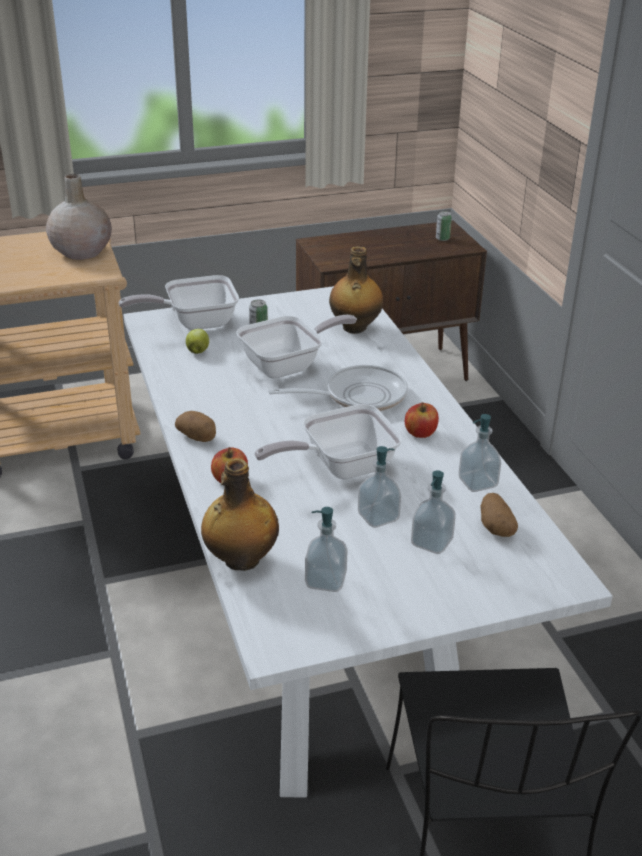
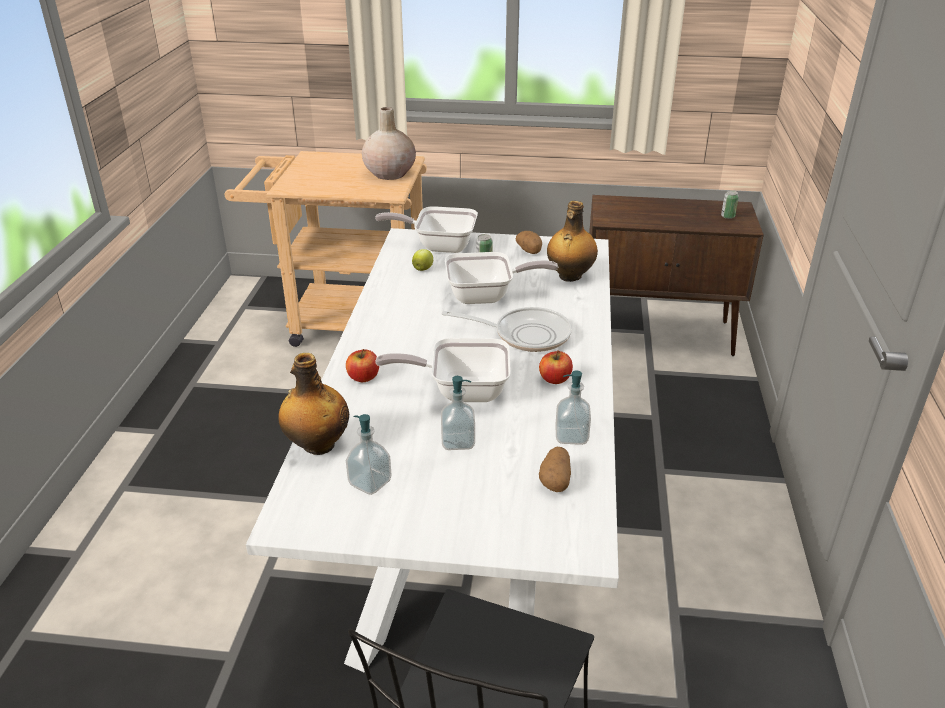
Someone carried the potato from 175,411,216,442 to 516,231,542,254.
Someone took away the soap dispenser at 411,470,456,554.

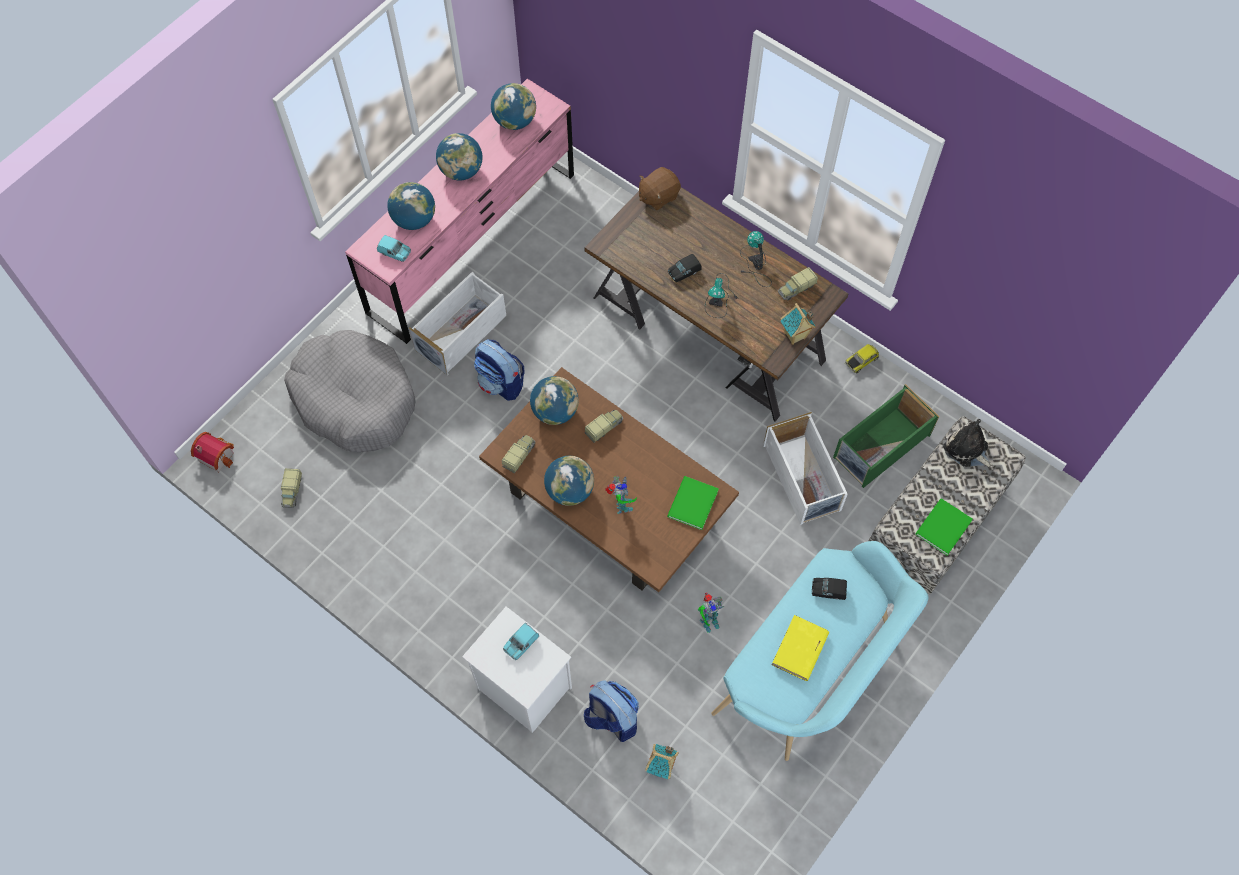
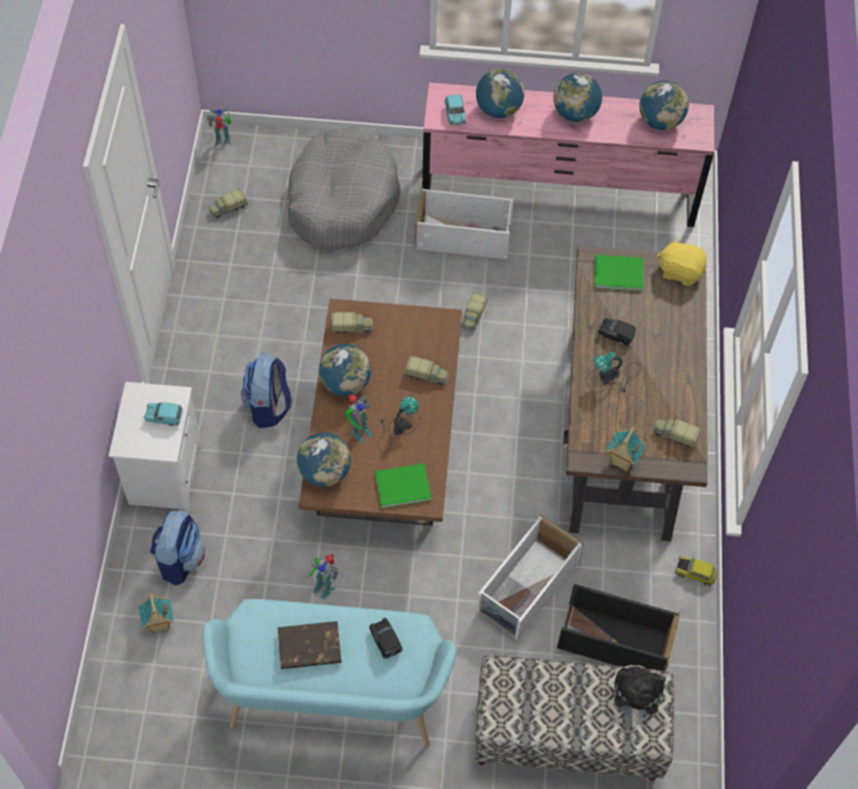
Someone repainted the brown plush toy at 639,167,681,210, which became the yellow plush toy at 657,238,707,286.
Someone carried the table lamp from 739,231,772,287 to 378,396,421,452.
Someone carried the backpack from 474,339,524,401 to 241,353,291,428.
Someone carried the globe from 530,376,579,425 to 297,432,351,487.
Someone repainted the green storage box at 833,384,939,488, which became the black storage box at 557,584,681,671.
Someone swapped the toy house at 191,432,234,472 for the toy robot at 208,109,232,145.
Someone carried the green book from 916,498,973,556 to 594,255,643,291.
Someone repainted the yellow book at 772,615,829,681, which became the brown book at 278,621,342,669.
Someone put down the toy truck at 461,292,488,331.

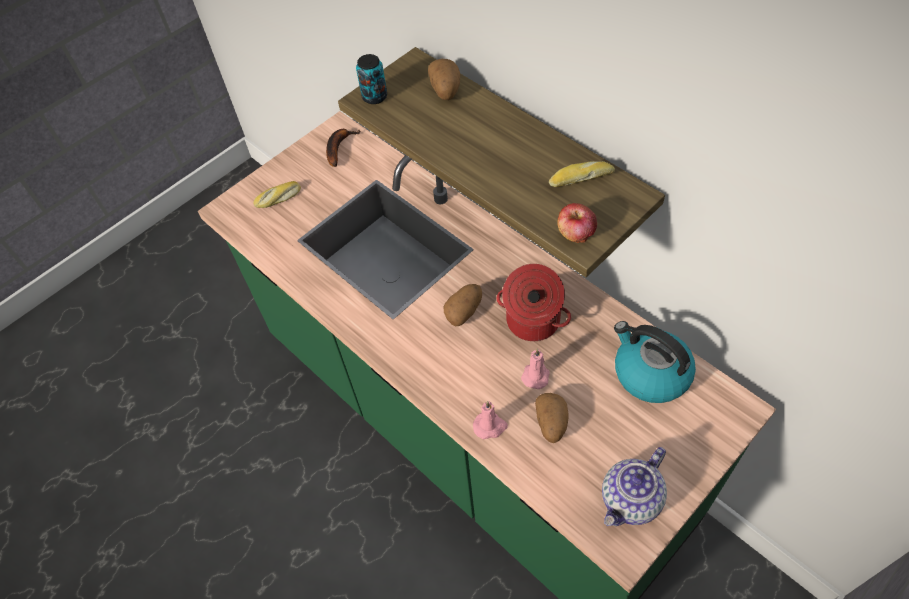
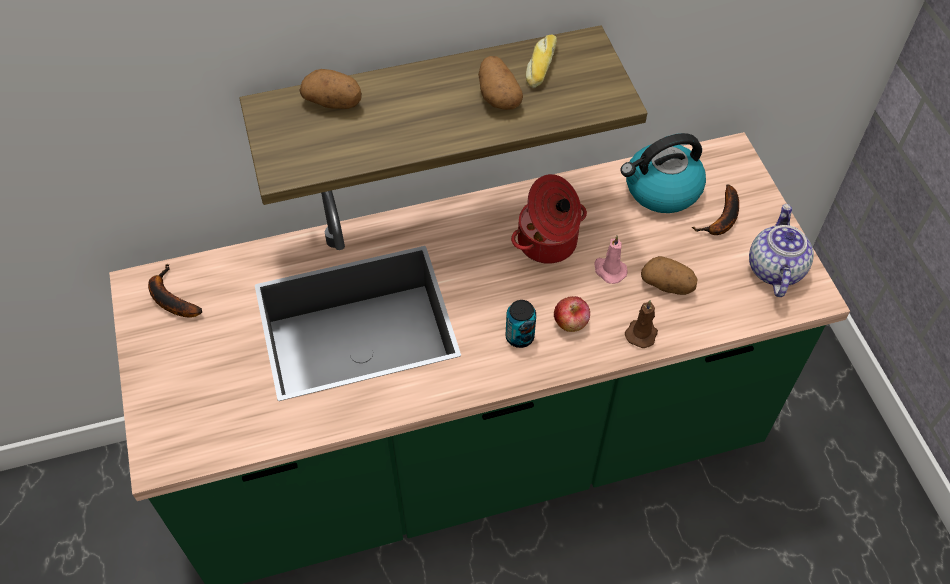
Someone carried the can from 356,54,387,104 to 506,300,536,348.
Someone took away the bread at 253,181,301,208.
Someone carried the apple from 557,203,597,243 to 554,296,590,332.
Someone carried the potato from 444,284,482,326 to 478,56,523,110.
Someone repainted the pink candle at 473,401,508,439, which became the brown candle at 625,300,658,348.
Someone rotated the teapot at 602,447,667,526 by 150 degrees counterclockwise.
Someone put down the banana at 692,184,739,235.

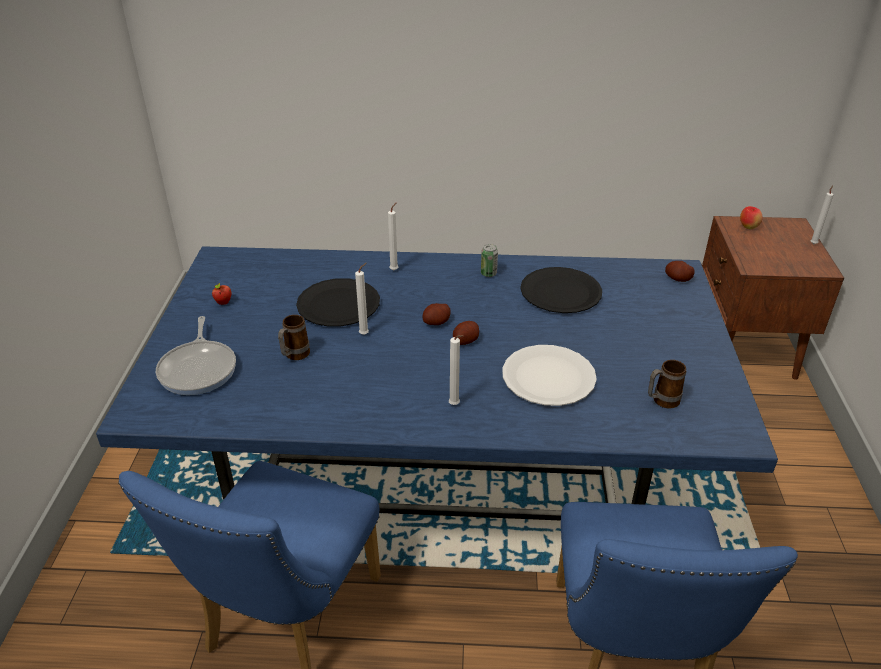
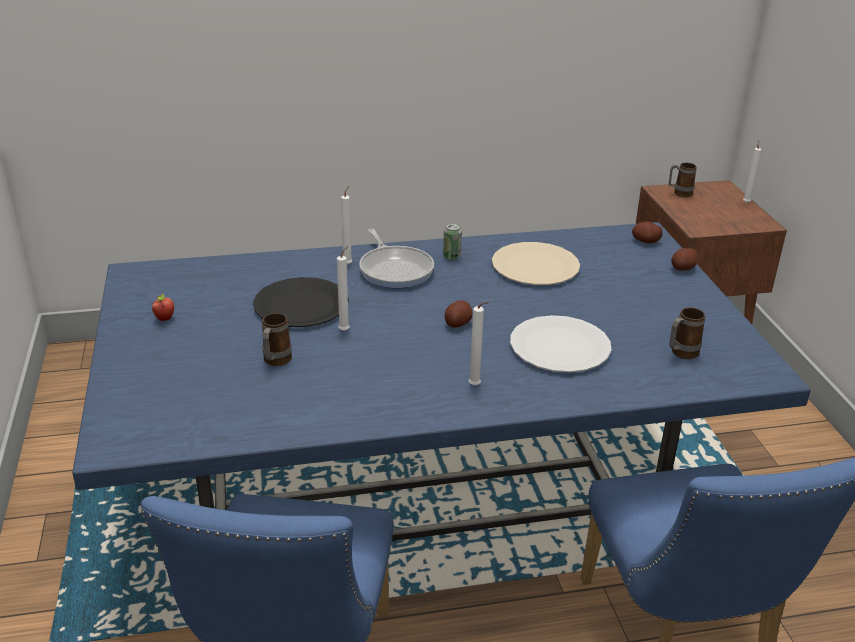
Someone swapped the apple at 740,206,762,229 for the mug at 669,163,697,197.
Someone repainted the black plate at 520,267,602,313, which became the beige plate at 492,242,580,285.
Someone carried the potato from 423,303,451,325 to 671,248,698,270.
Someone carried the frying pan from 156,316,236,395 to 359,229,434,288.

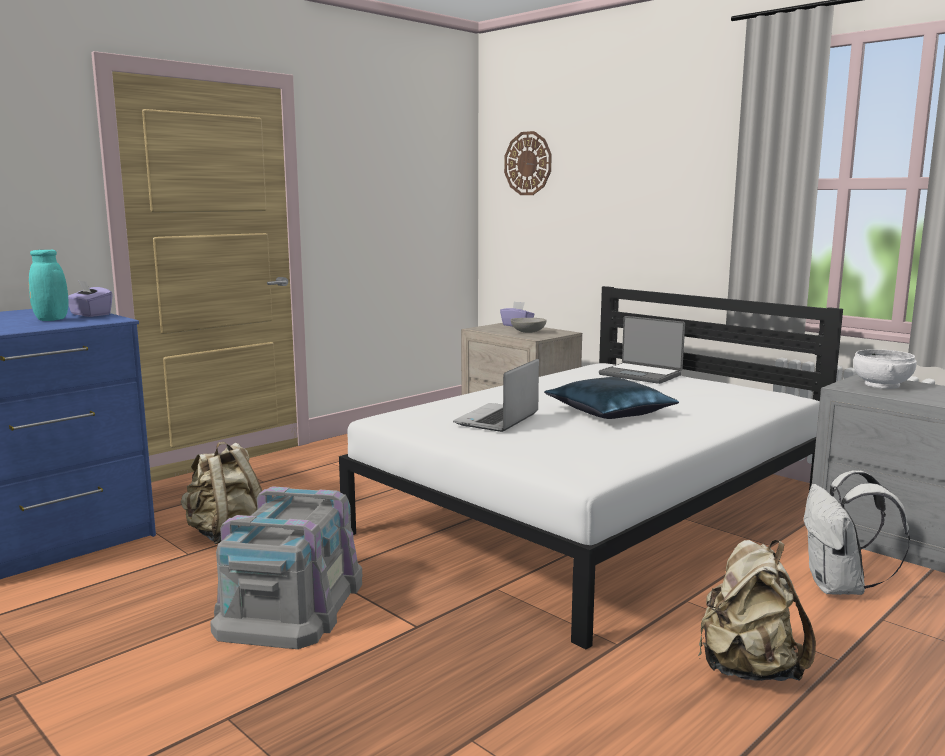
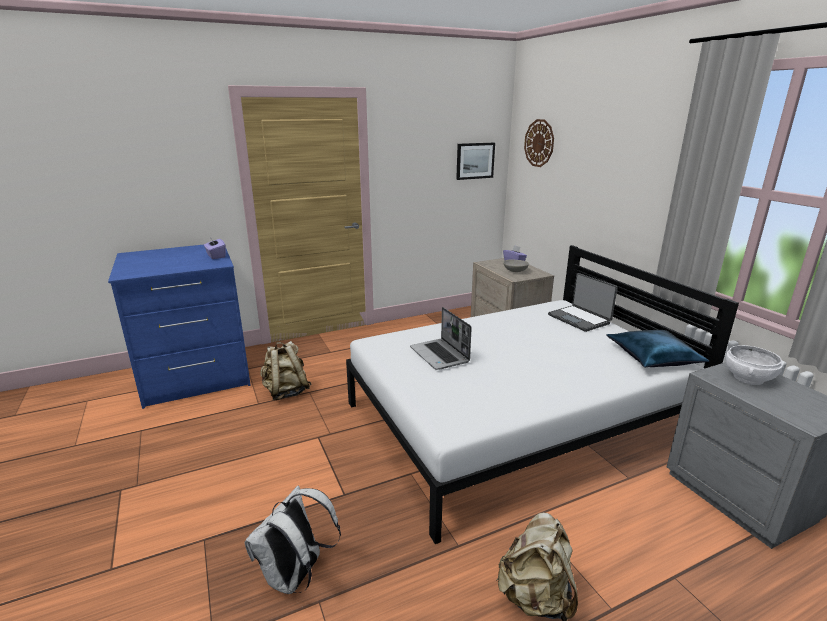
Someone took away the turquoise vase at 29,250,69,321.
Someone rotated the laptop at 453,359,539,432 by 75 degrees counterclockwise.
Someone carried the blue pillow from 544,377,679,419 to 607,330,709,367.
Someone carried the white backpack from 803,470,910,595 to 245,486,341,594.
Someone took away the grey storage box at 210,486,363,649.
Someone put up the picture at 456,143,495,180.

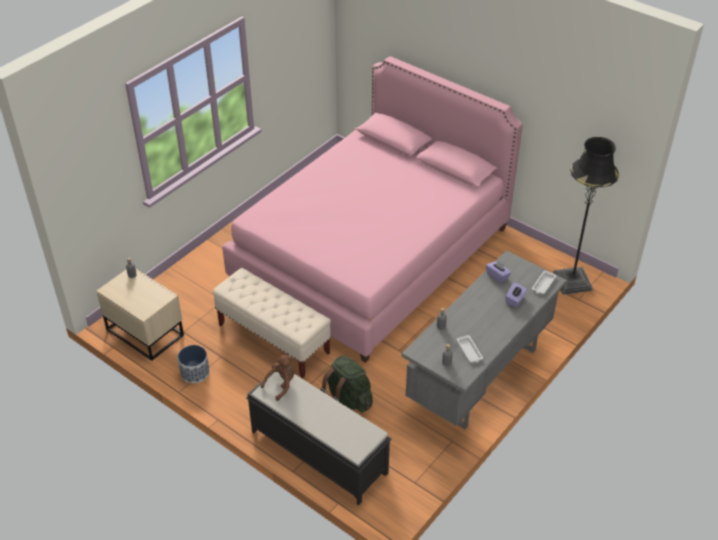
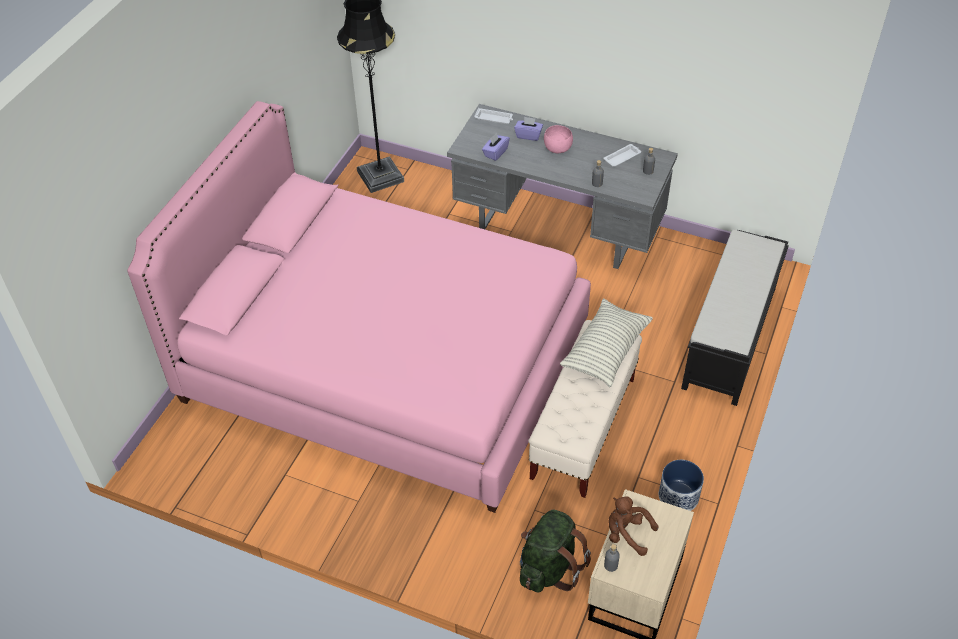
Someone carried the brown plush toy from 261,355,294,401 to 608,496,659,556.
Someone carried the green backpack from 320,356,373,413 to 520,509,591,592.
Someone put down the pink bowl at 544,125,573,153.
Someone put down the pillow at 560,299,653,387.

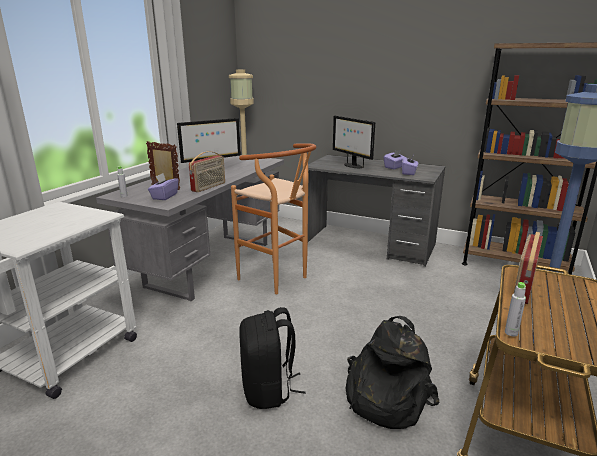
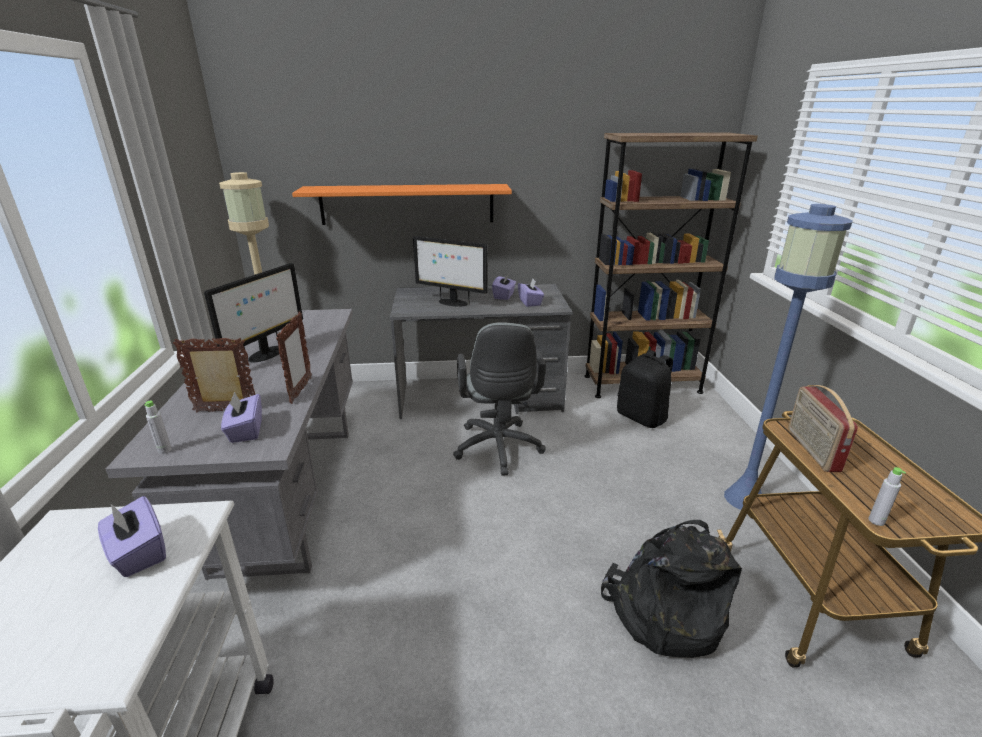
Someone took away the brown stool at 231,143,316,294.
Someone swapped the radio at 189,151,225,192 for the picture frame at 276,311,312,404.
Someone carried the black backpack from 239,307,305,409 to 617,350,673,428.
Someone put up the orange shelf at 292,184,512,225.
Someone put down the grey office chair at 453,322,546,476.
Someone put down the purple tissue box at 98,496,166,577.

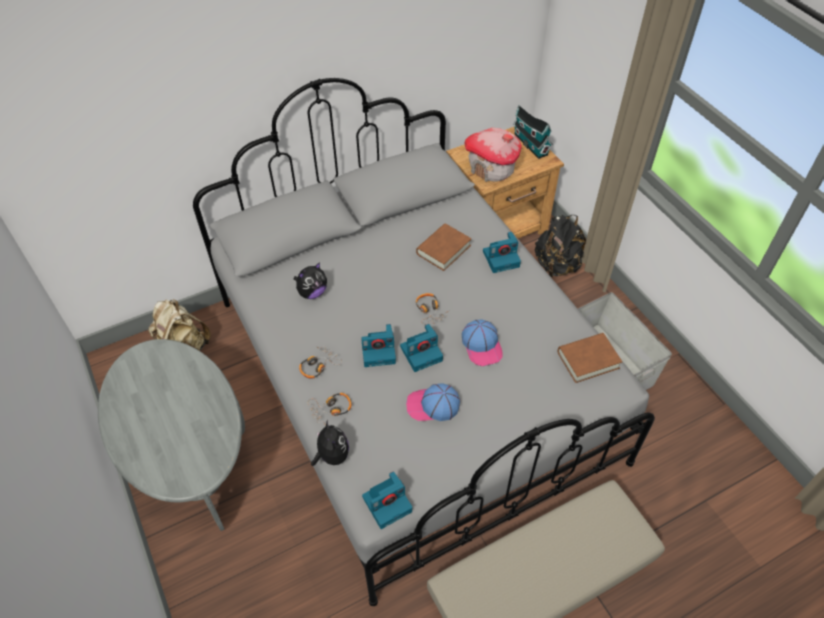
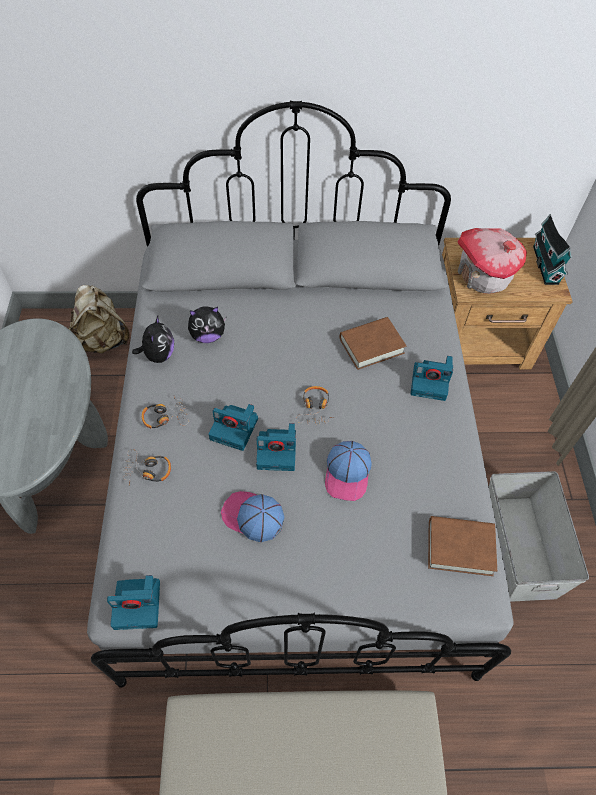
Someone took away the black backpack at 535,215,586,277.
Someone carried the plush toy from 311,419,349,466 to 132,316,174,363.

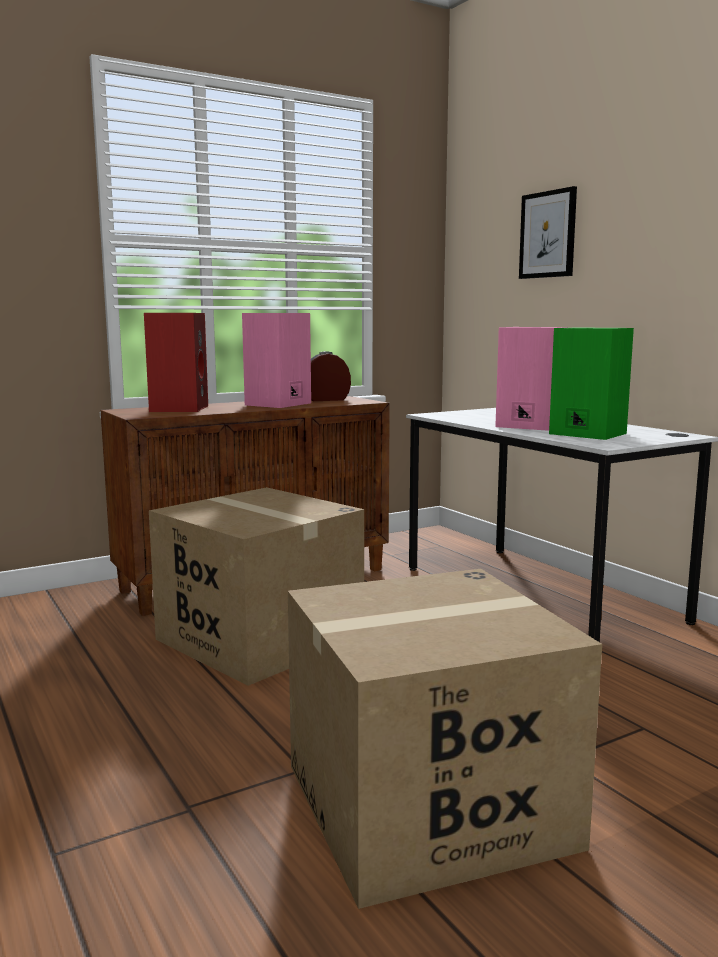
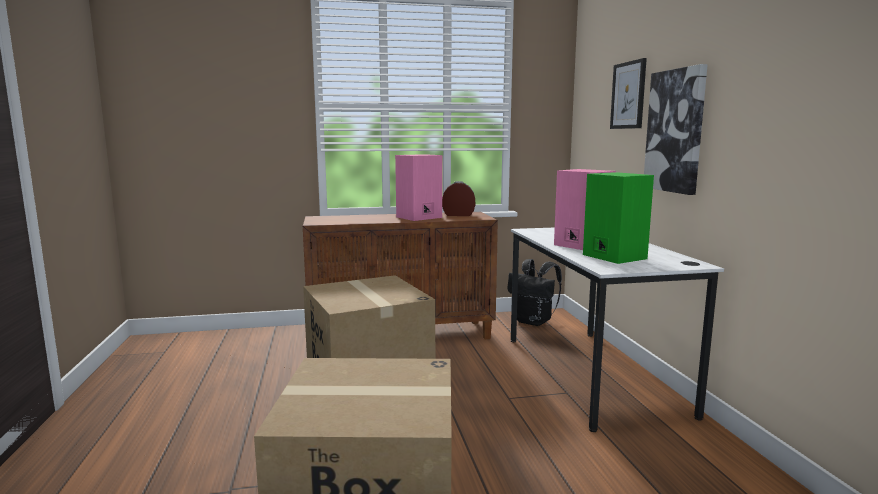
Someone took away the red speaker at 144,313,208,412.
Someone put up the picture at 644,64,708,195.
Someone put down the black backpack at 507,259,562,326.

